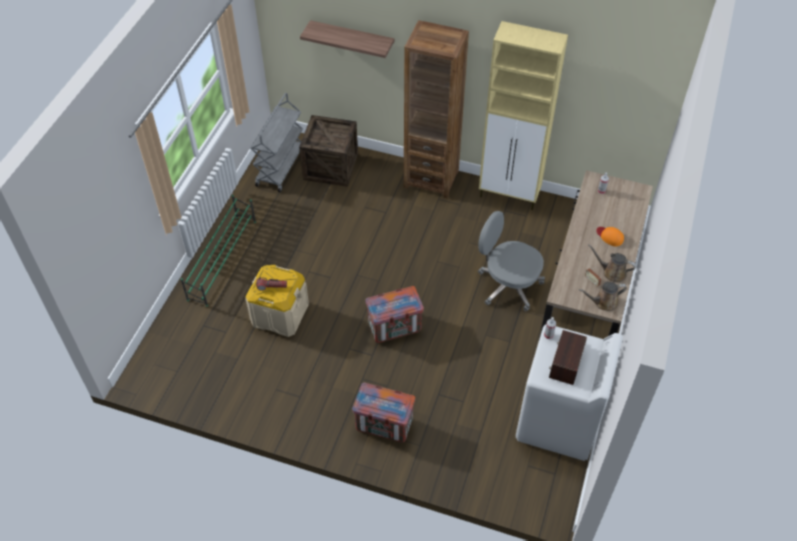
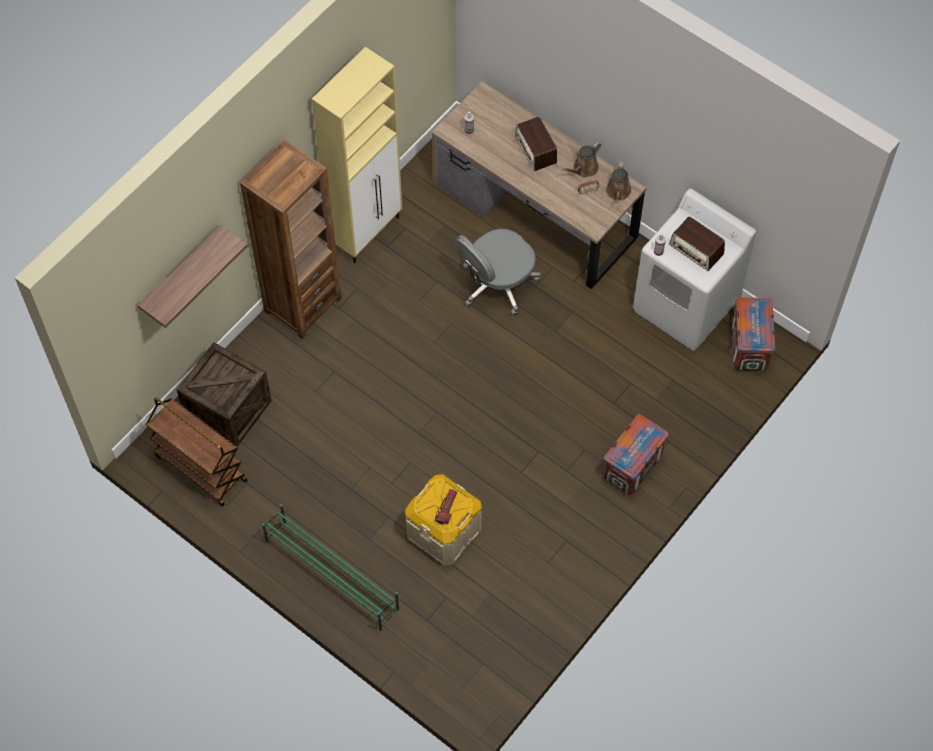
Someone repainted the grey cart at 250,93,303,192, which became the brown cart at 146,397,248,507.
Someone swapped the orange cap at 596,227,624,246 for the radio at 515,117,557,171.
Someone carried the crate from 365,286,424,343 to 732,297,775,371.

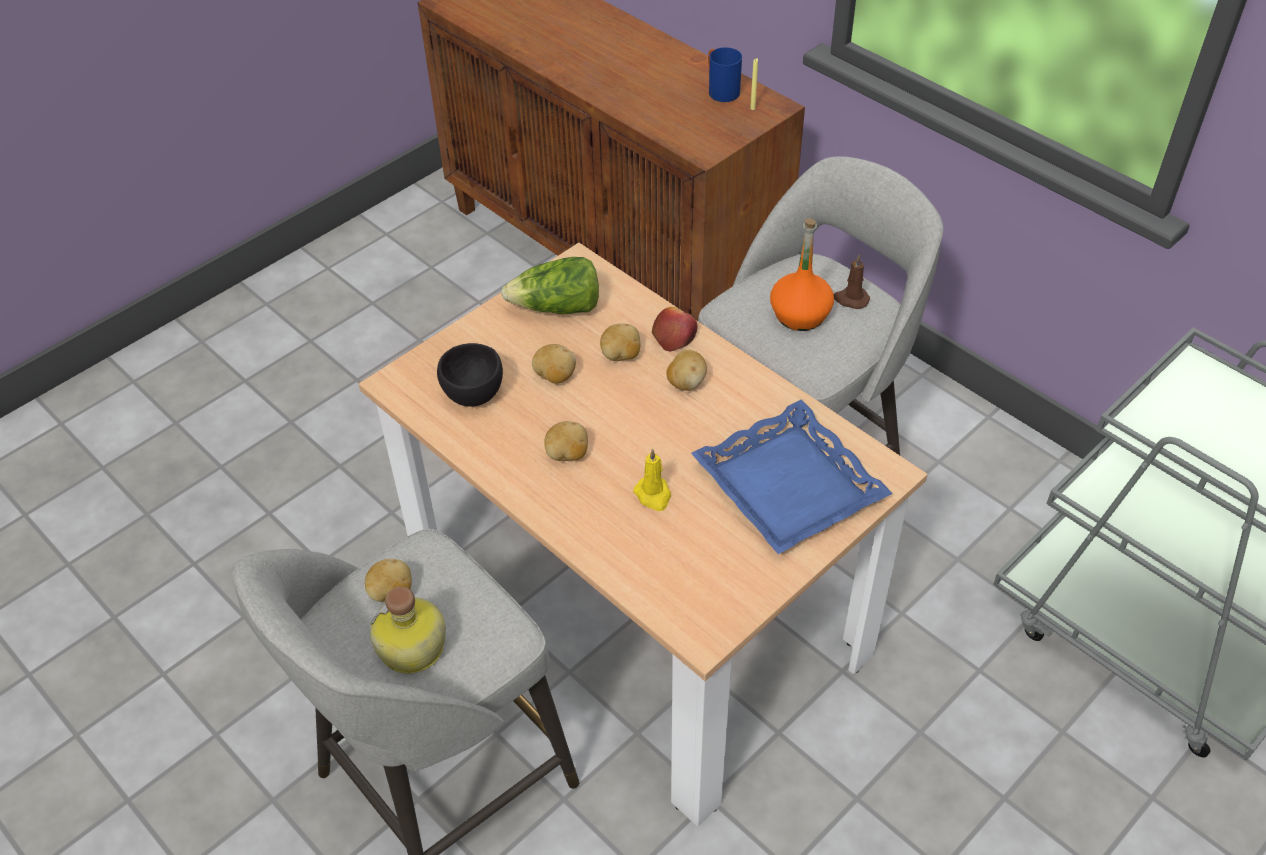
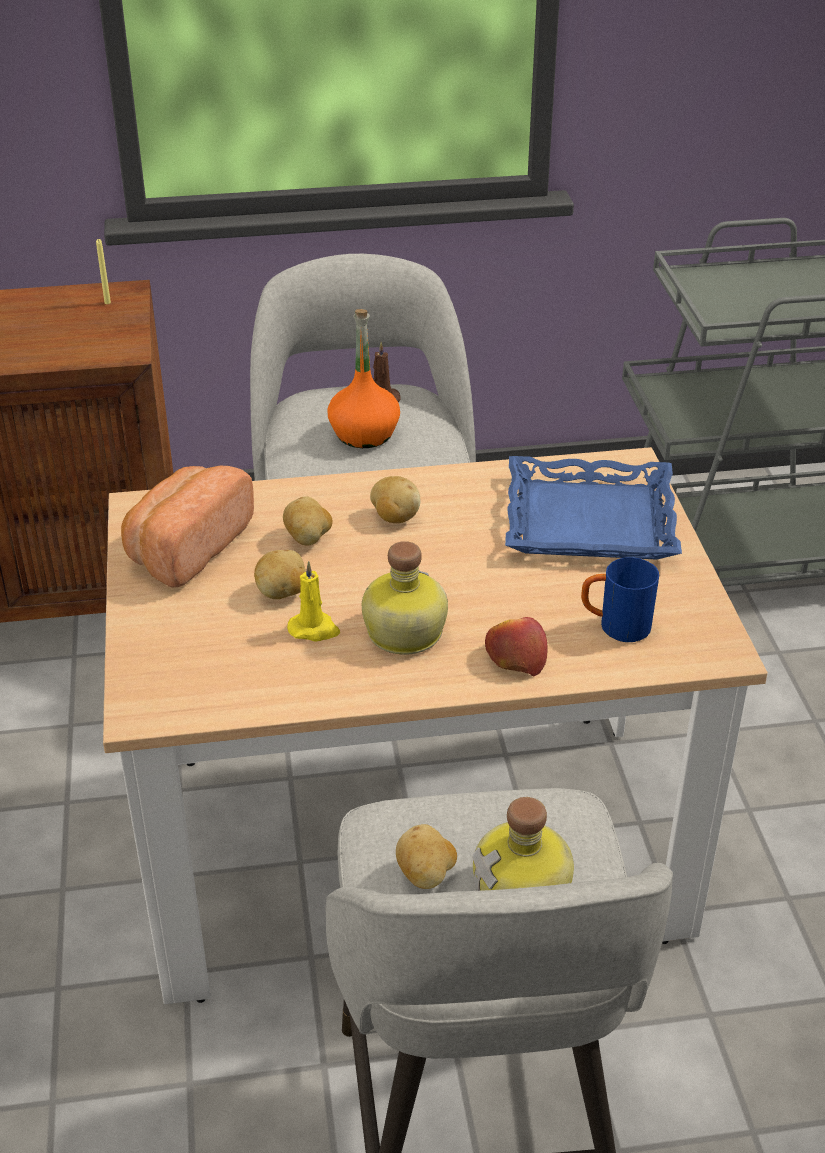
Someone carried the blue mug from 708,47,742,102 to 581,557,659,642.
Someone swapped the lettuce at 501,257,599,314 for the bread at 121,466,254,587.
Someone carried the apple from 652,307,697,352 to 485,617,547,677.
Someone took away the black bowl at 437,343,503,407.
Someone swapped the potato at 544,421,588,461 for the bottle at 362,541,448,655.
Someone carried the yellow candle from 633,448,671,511 to 287,561,340,641.

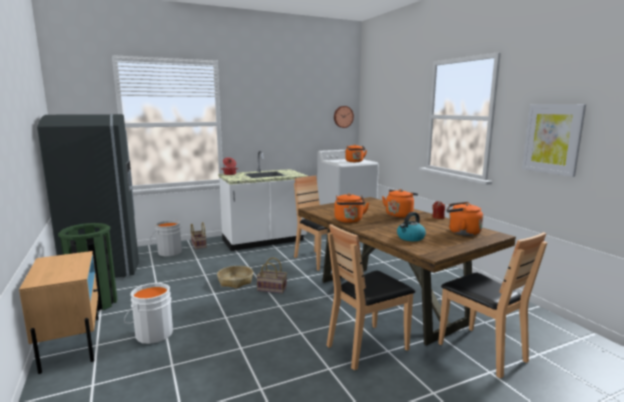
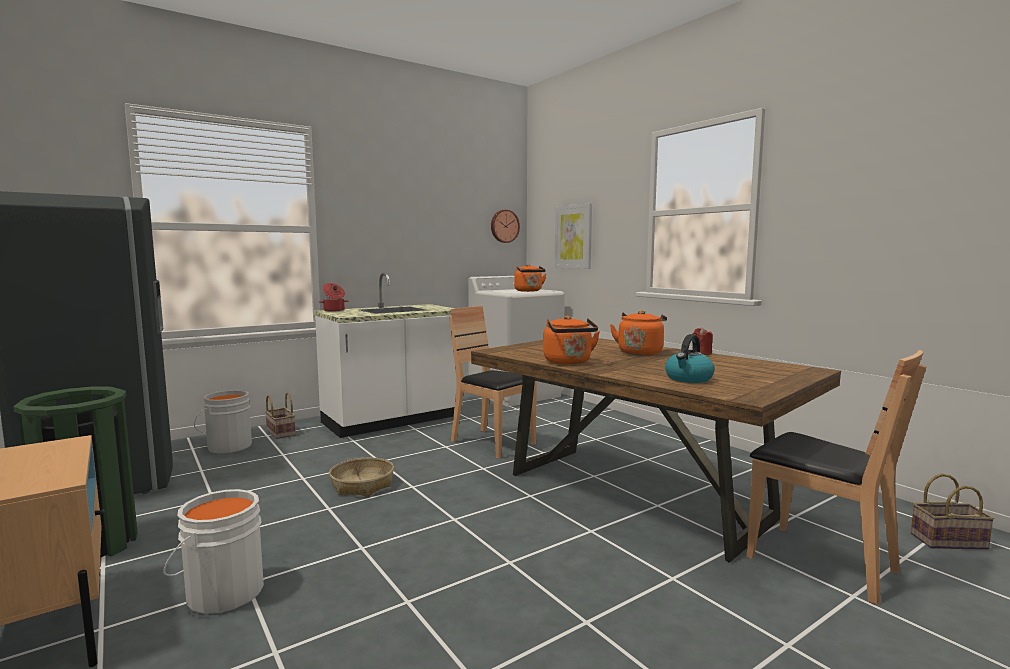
Someone carried the picture from 522,104,586,177 to 555,203,592,269.
Someone took away the orange kettle at 446,202,483,236.
Someone took away the brown chair at 326,224,415,370.
Someone carried the basket from 256,257,287,294 to 911,474,995,550.

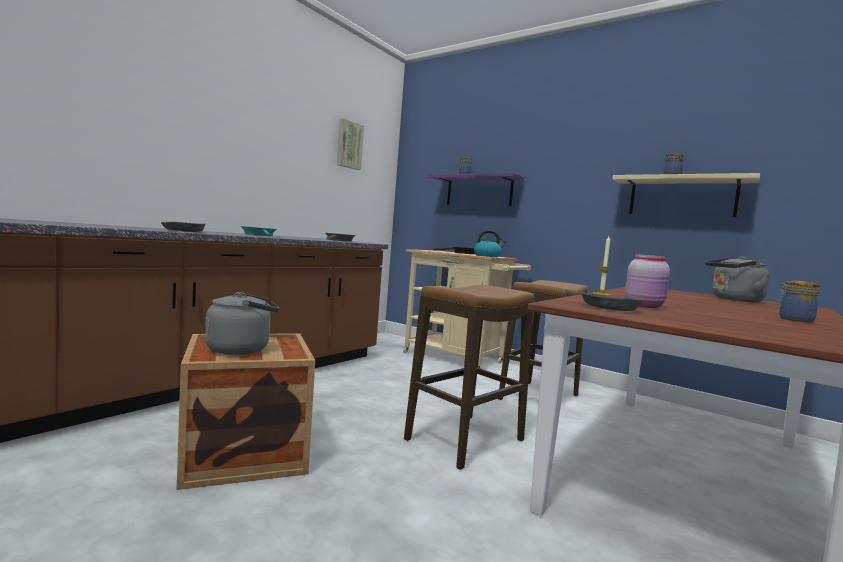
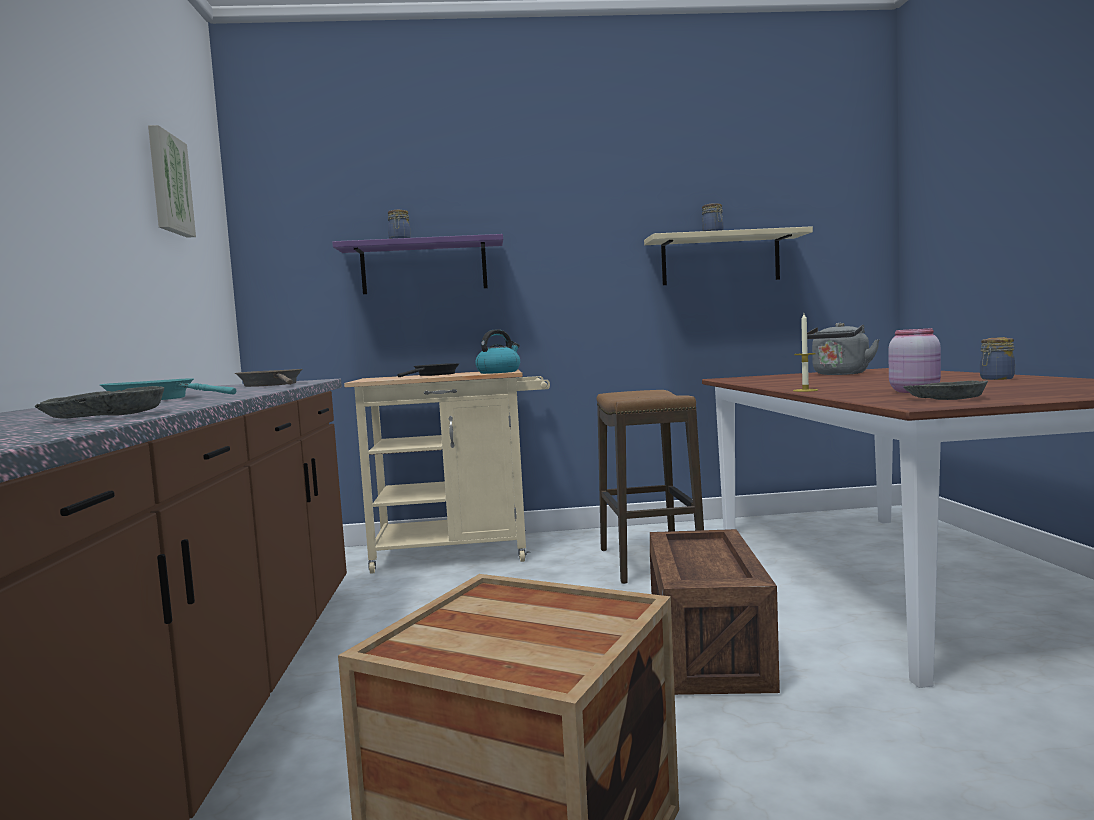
Someone swapped the stool at 404,285,534,470 for the crate at 650,529,780,695.
Someone took away the grey kettle at 205,292,279,355.

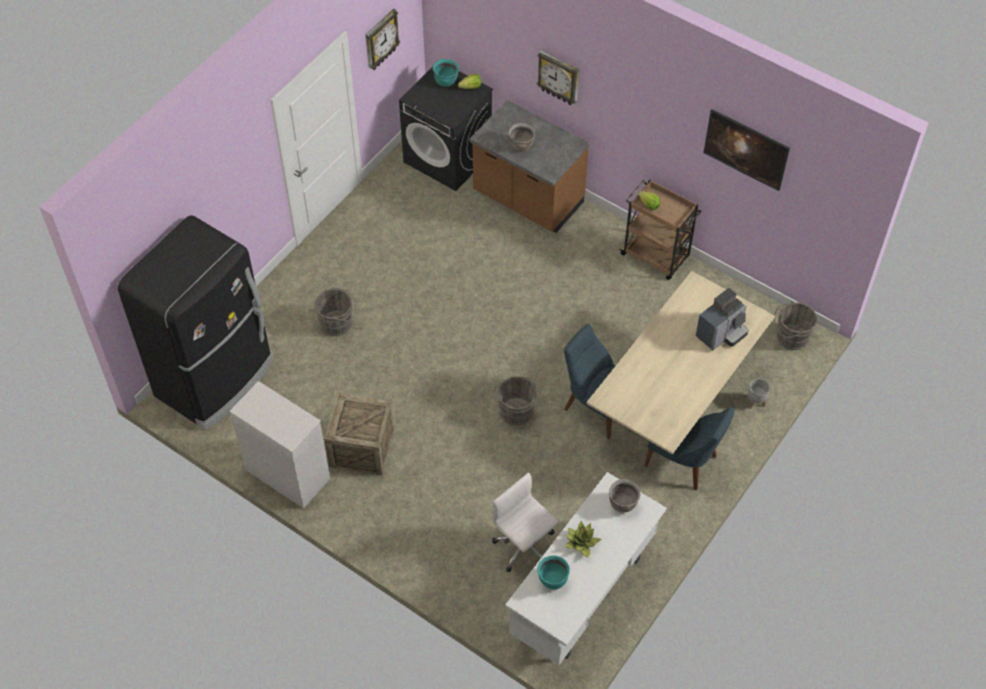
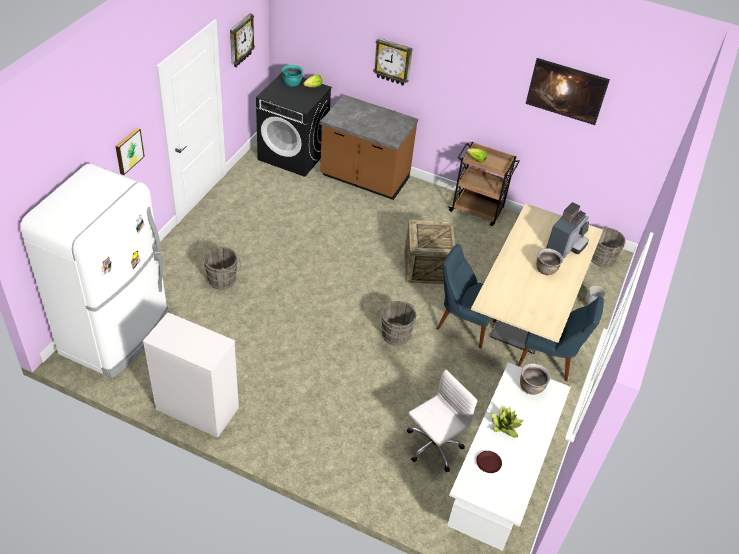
Someone carried the brown cooking pot from 508,123,535,152 to 536,248,563,275.
Someone repainted the black fridge at 118,215,273,430, which became the white fridge at 20,164,169,378.
Someone carried the crate from 324,393,394,475 to 404,220,455,284.
Someone rotated the white office chair at 492,472,559,572 by 105 degrees clockwise.
Someone swapped the turquoise cooking pot at 538,555,570,589 for the brown plate at 476,451,502,473.
Someone put up the picture at 115,128,145,175.

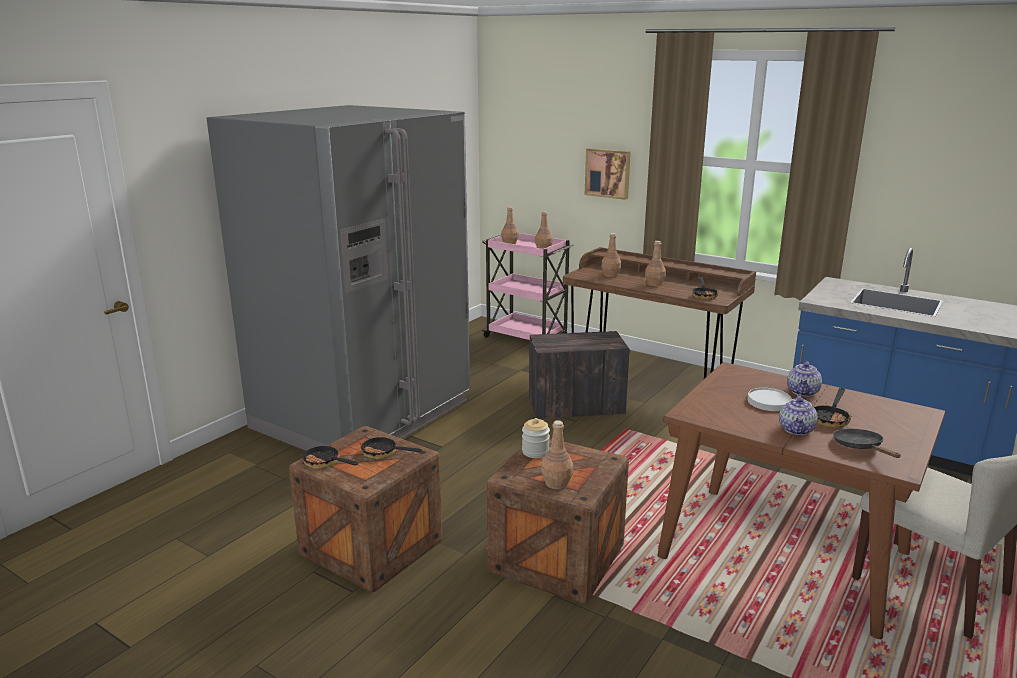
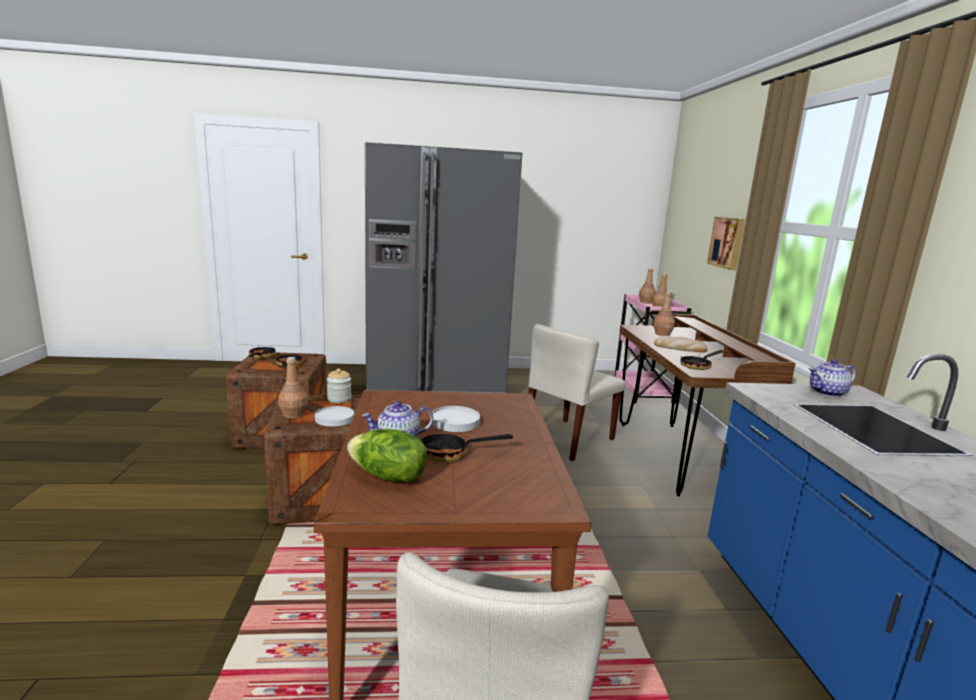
Someone swapped the brown bottle at 645,241,666,286 for the bread at 654,336,708,352.
Someone swapped the crate at 529,331,630,419 for the beige chair at 528,324,625,461.
Someone carried the teapot from 787,361,822,396 to 809,359,856,397.
Someone swapped the black frying pan at 833,429,901,458 for the lettuce at 347,429,427,482.
Someone put down the white plate at 315,406,354,426.

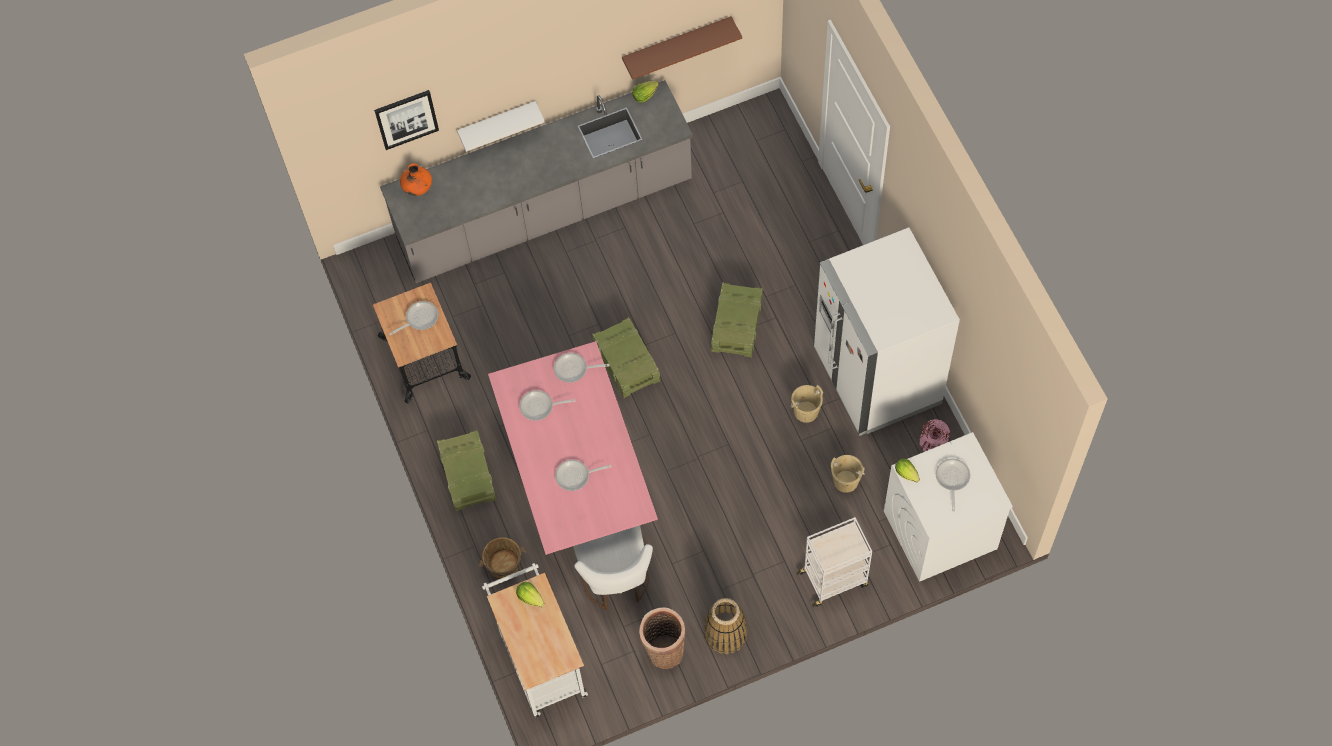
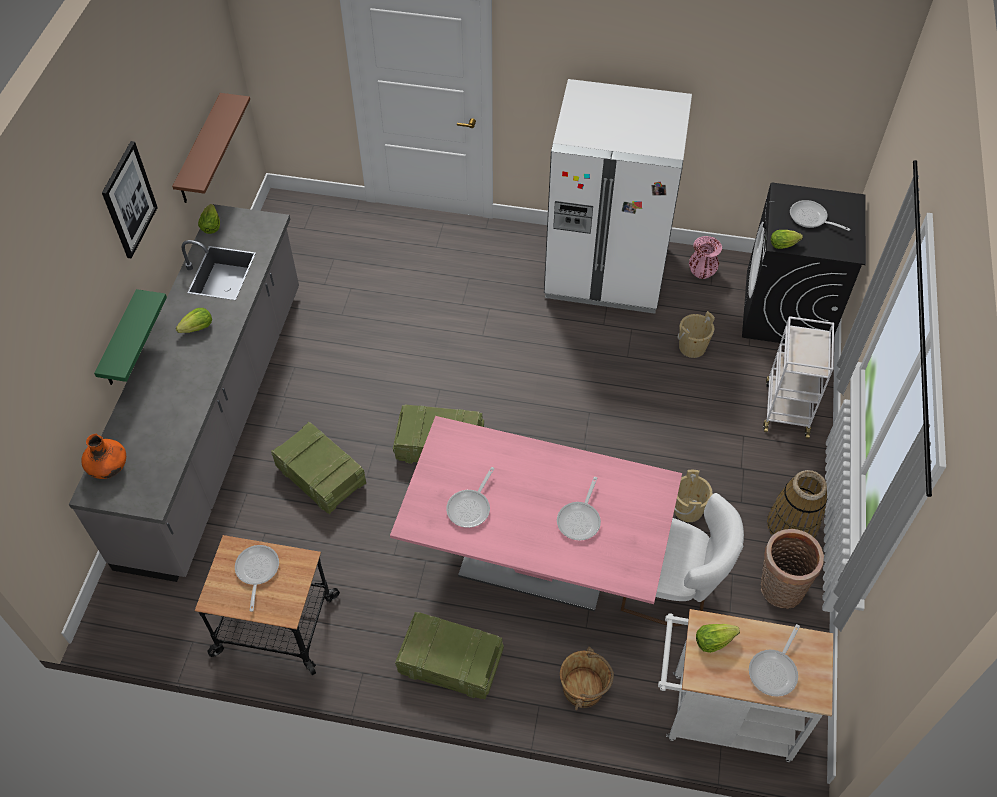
Someone carried the picture from 374,90,439,150 to 102,141,158,259.
Someone repainted the white shelf at 457,101,545,152, which became the green shelf at 94,289,167,385.
Someone carried the crate from 711,282,763,358 to 271,422,366,514.
Someone carried the frying pan from 554,353,609,383 to 749,624,800,697.
Someone carried the beige bucket from 791,385,823,423 to 674,470,713,522.
Someone repainted the white washing machine at 884,432,1013,582, which became the black washing machine at 742,183,866,344.
Someone put down the lettuce at 176,308,212,333.

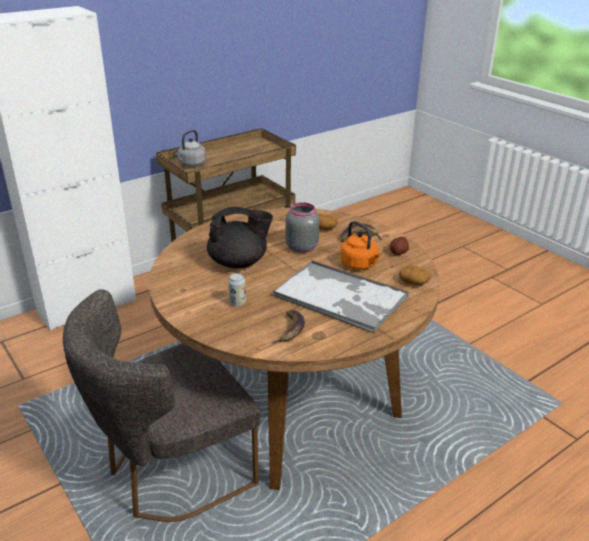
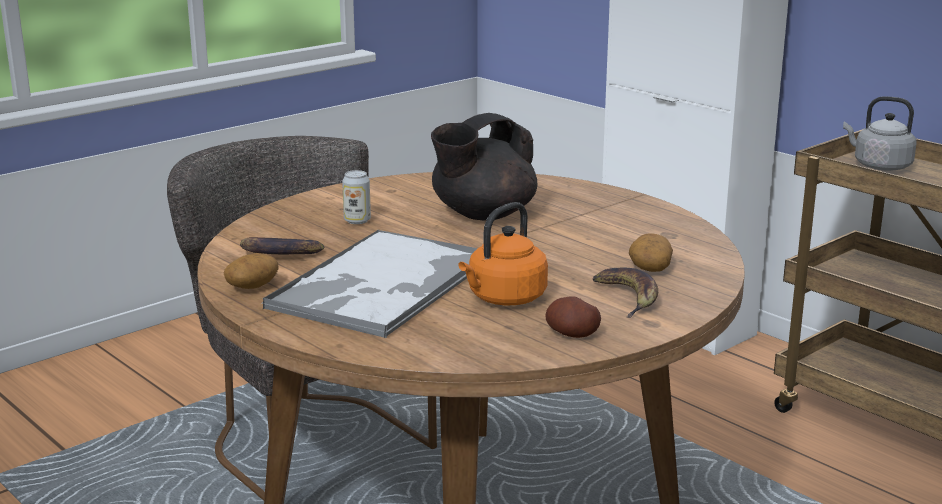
Someone took away the grey jar at 285,202,319,253.
Someone rotated the black teapot at 207,207,273,268 by 60 degrees clockwise.
Someone carried the potato from 399,266,431,285 to 224,253,279,289.

